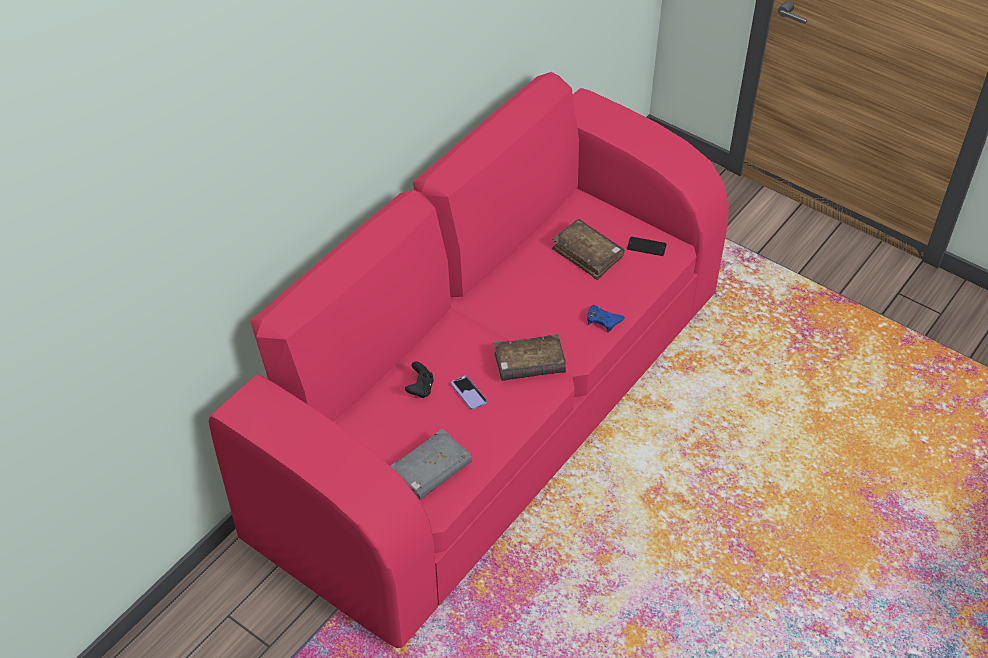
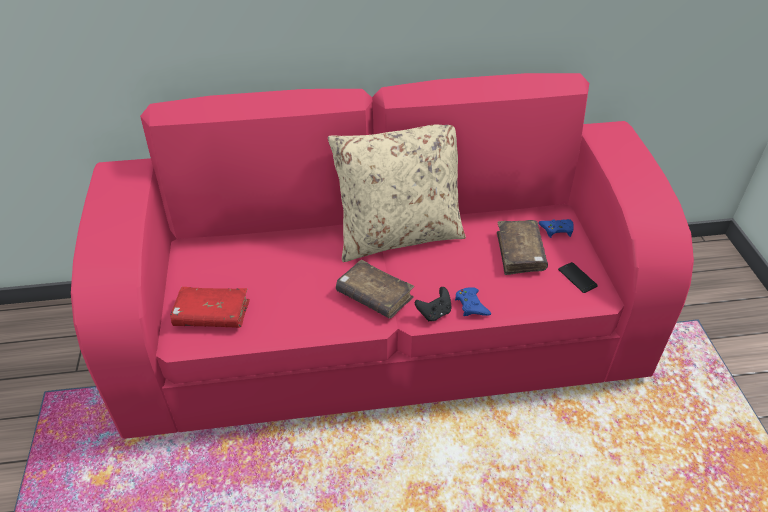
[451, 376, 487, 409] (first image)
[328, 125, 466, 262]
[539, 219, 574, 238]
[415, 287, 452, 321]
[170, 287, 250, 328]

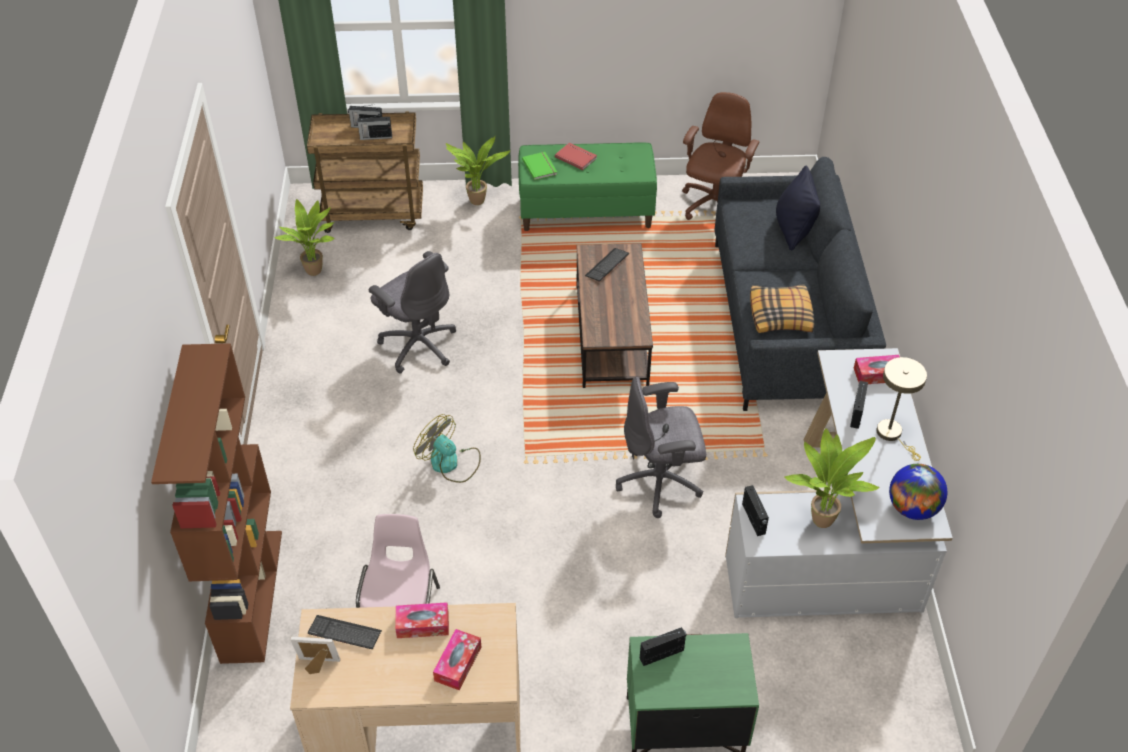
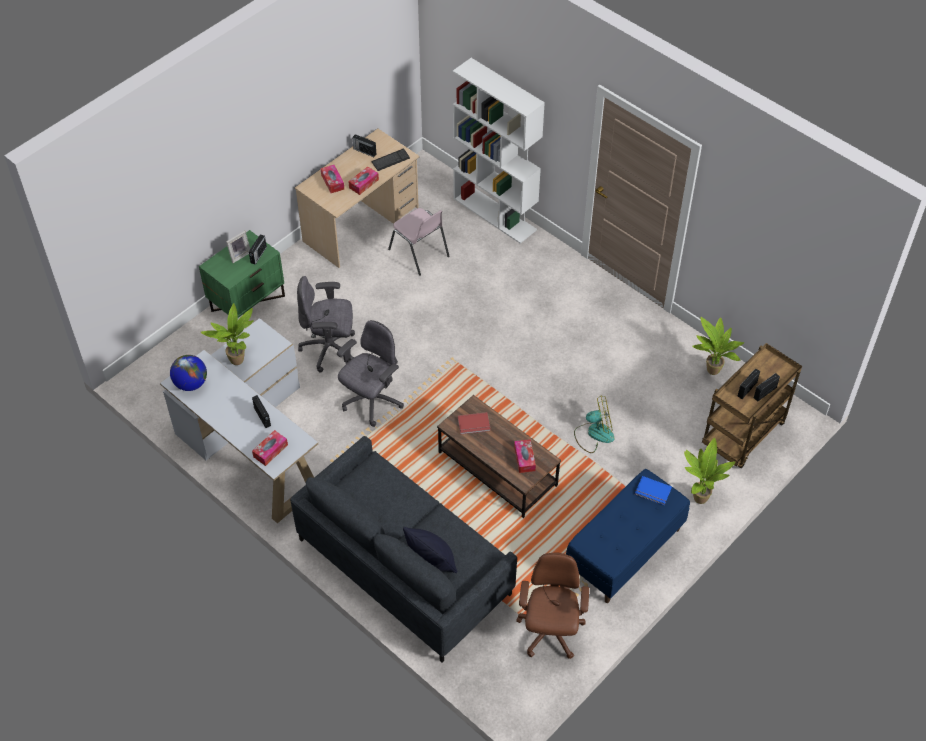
[750, 284, 814, 333] (first image)
[876, 357, 927, 461] (first image)
[226, 231, 250, 263]
[297, 276, 355, 372]
[574, 396, 615, 453]
[458, 412, 490, 434]
[352, 134, 376, 157]
[514, 439, 536, 473]
[453, 58, 545, 244]
[566, 469, 690, 603]
[635, 476, 672, 505]
[516, 553, 589, 659]

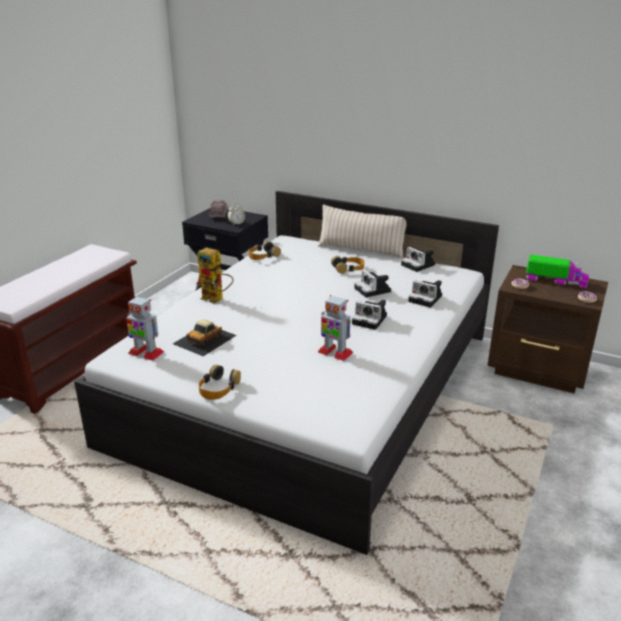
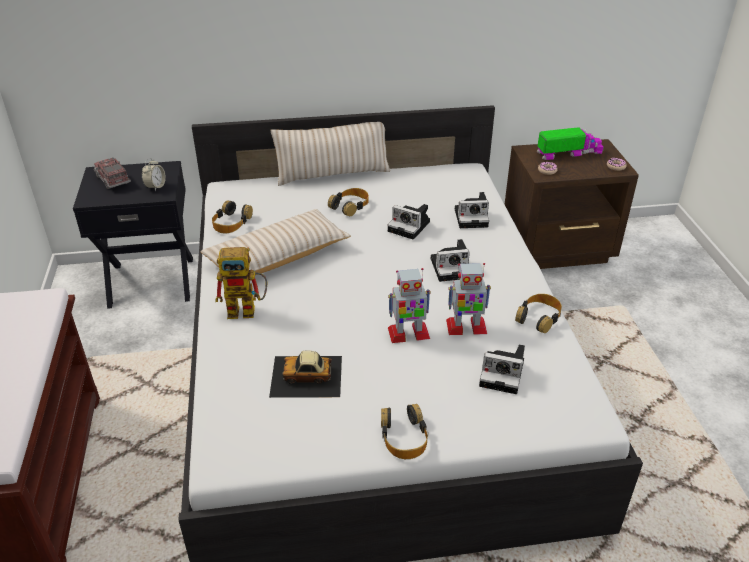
[200, 209, 351, 275]
[515, 294, 562, 333]
[388, 268, 431, 343]
[479, 344, 525, 394]
[269, 350, 342, 398]

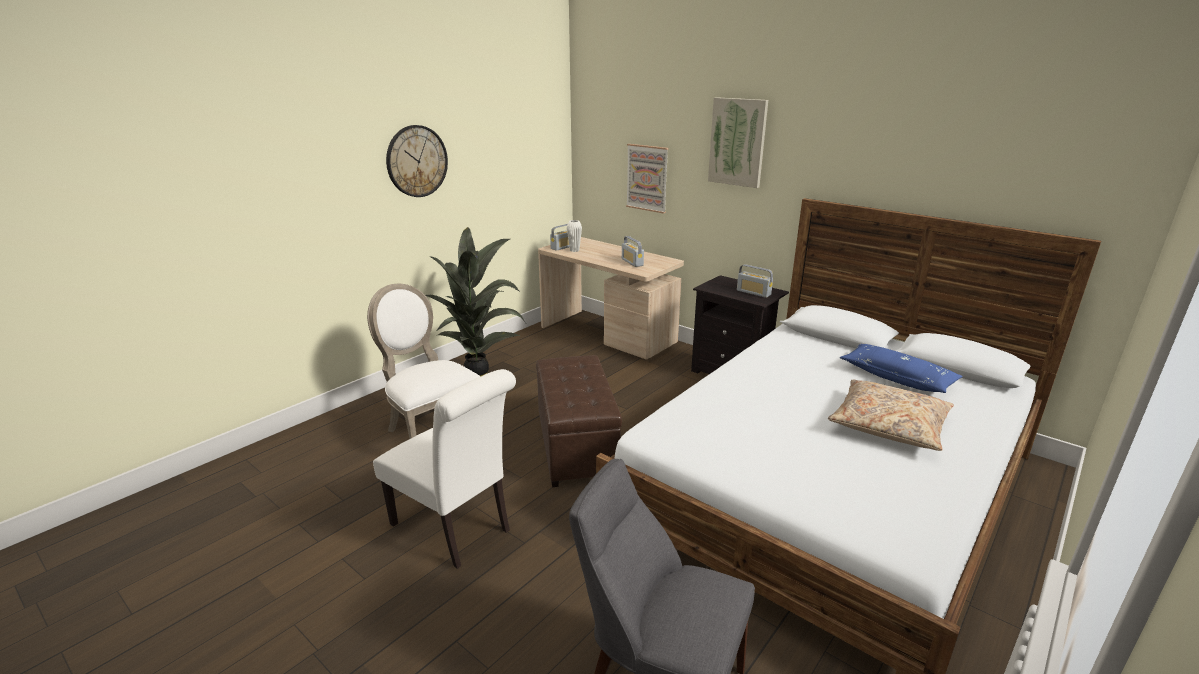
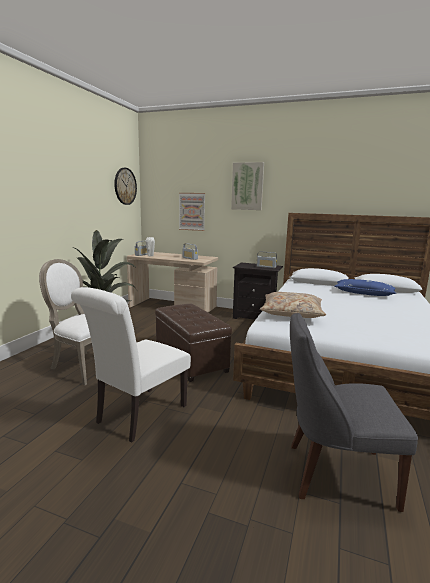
[114, 168, 137, 205]
[260, 292, 326, 318]
[71, 287, 191, 443]

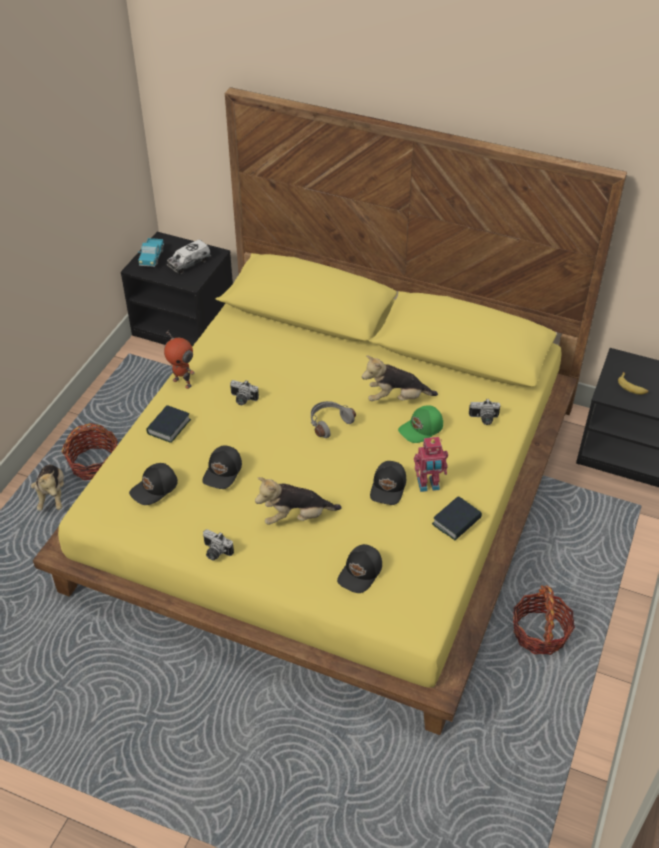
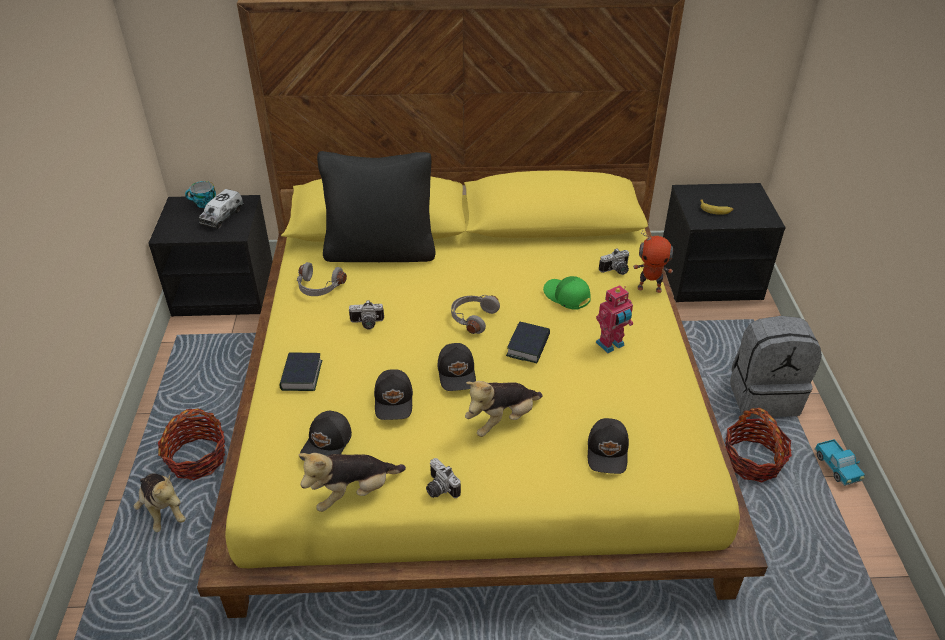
[185, 181, 216, 208]
[297, 262, 347, 296]
[317, 151, 436, 262]
[730, 316, 822, 418]
[815, 439, 865, 486]
[633, 231, 673, 293]
[298, 453, 406, 512]
[437, 343, 476, 391]
[506, 321, 550, 363]
[426, 458, 461, 498]
[543, 276, 591, 310]

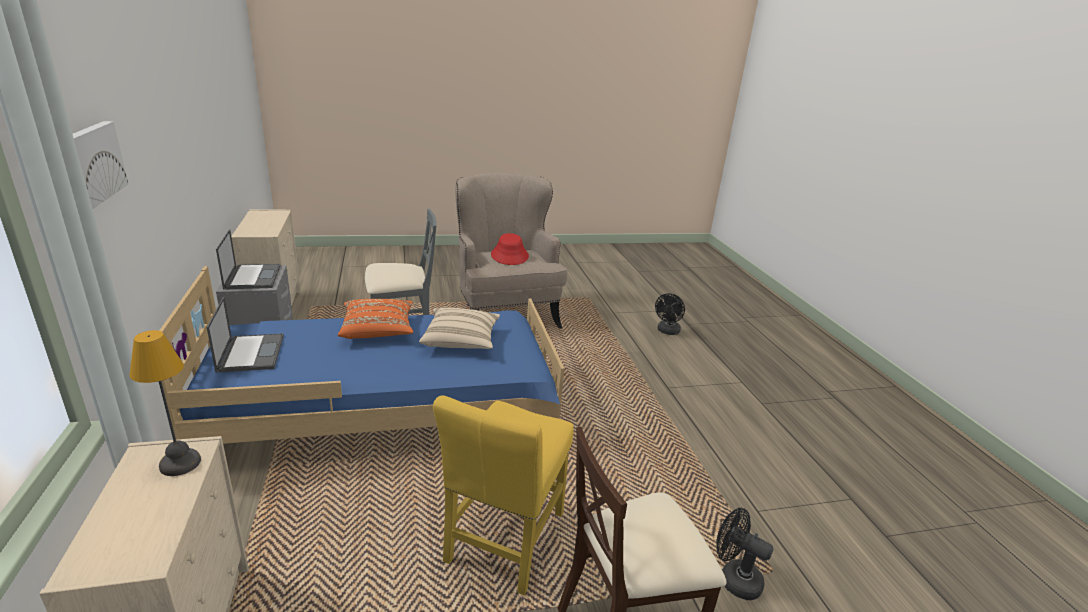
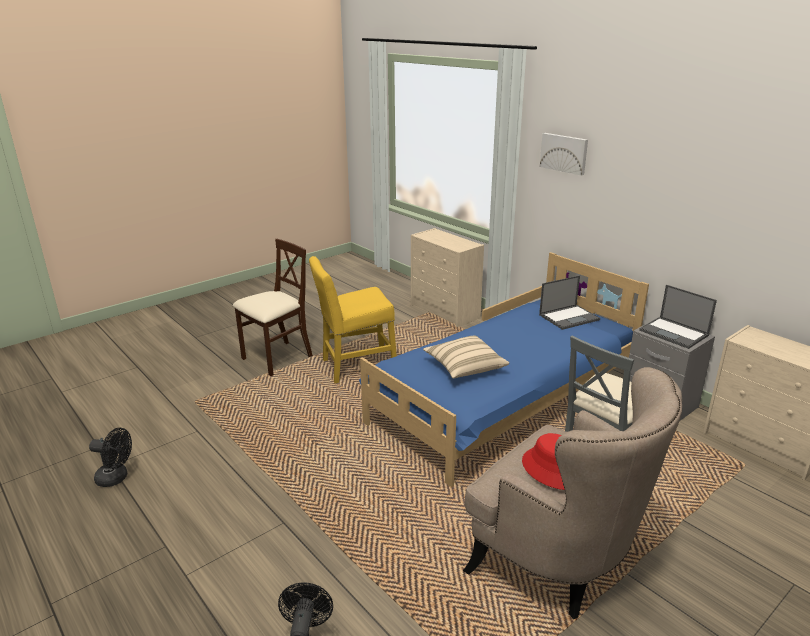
[129, 330, 201, 476] (first image)
[338, 299, 413, 339] (first image)
[89, 428, 132, 487]
[539, 275, 600, 330]
[309, 256, 397, 383]

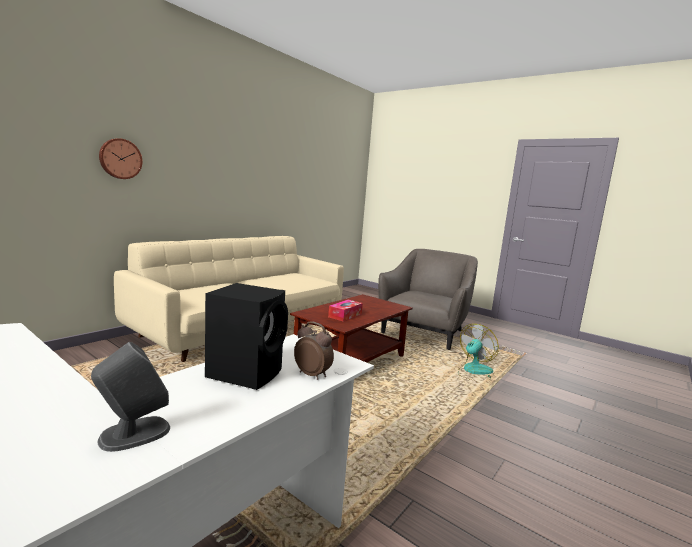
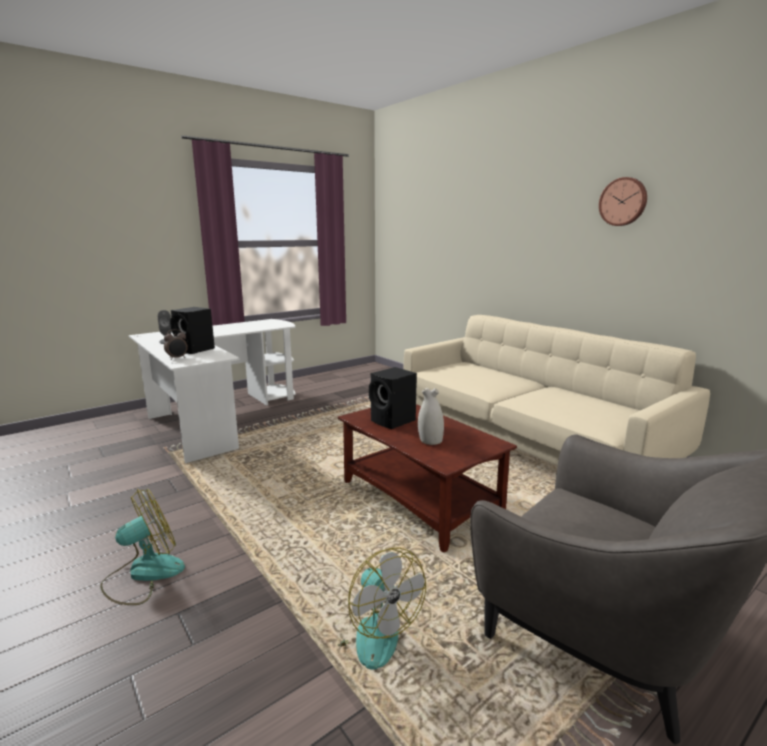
[100, 489, 185, 605]
[418, 387, 444, 445]
[599, 177, 647, 226]
[369, 367, 417, 429]

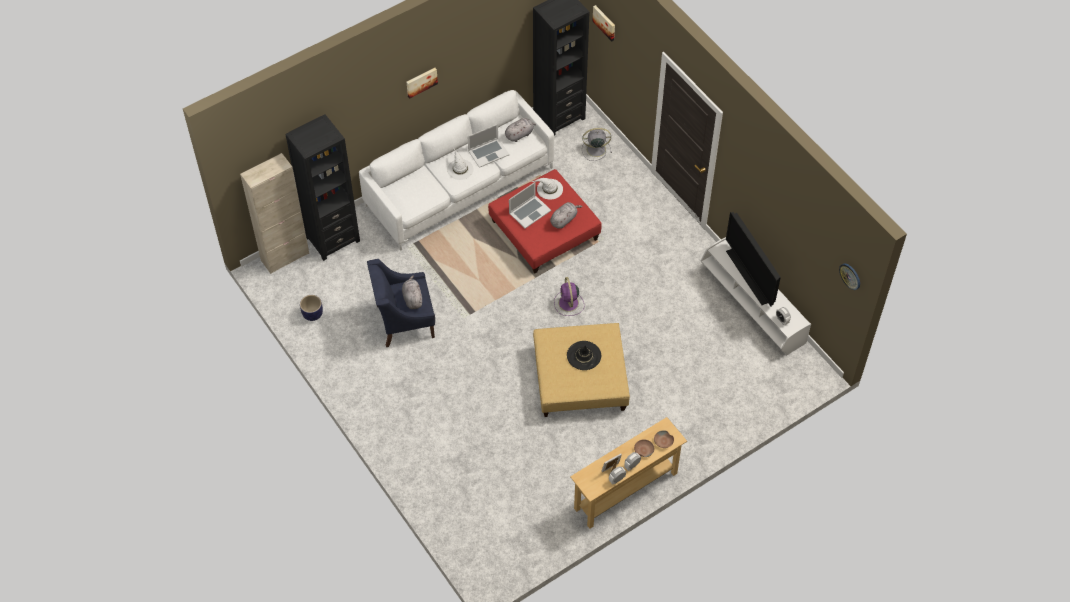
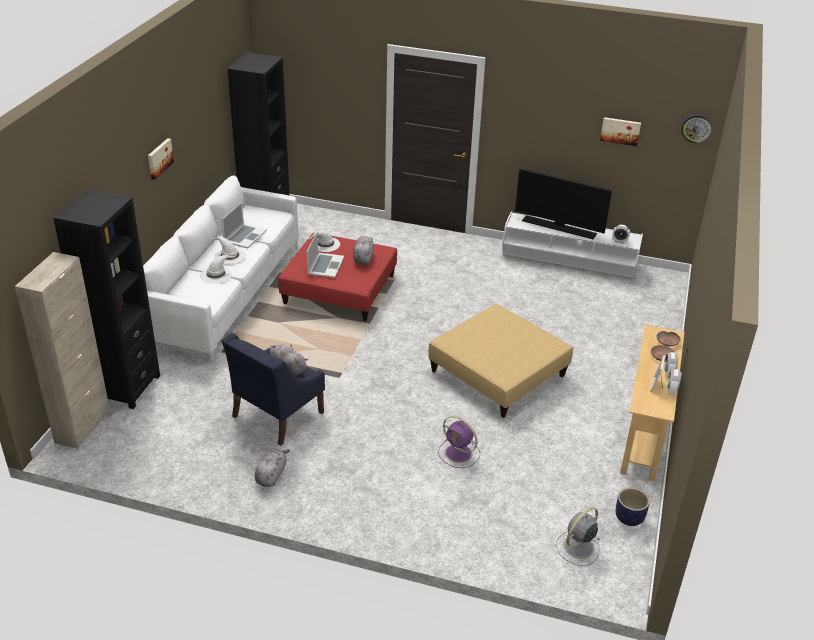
[567, 341, 601, 370] (first image)
[200, 255, 235, 284]
[616, 488, 650, 526]
[255, 448, 290, 487]
[438, 416, 480, 468]
[556, 507, 601, 566]
[600, 117, 641, 146]

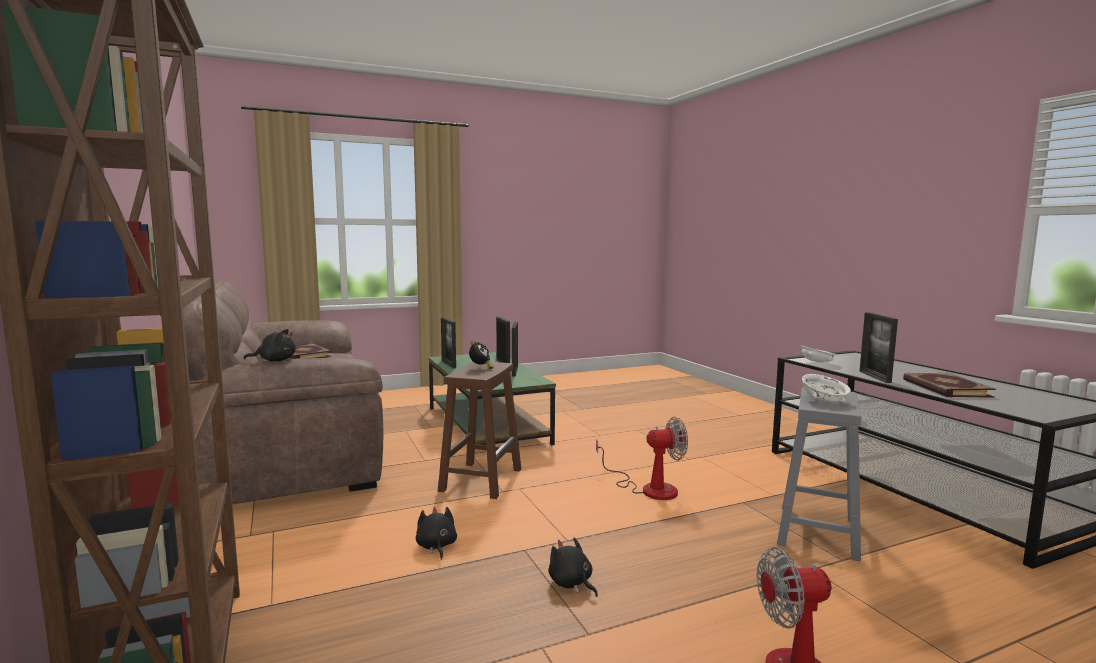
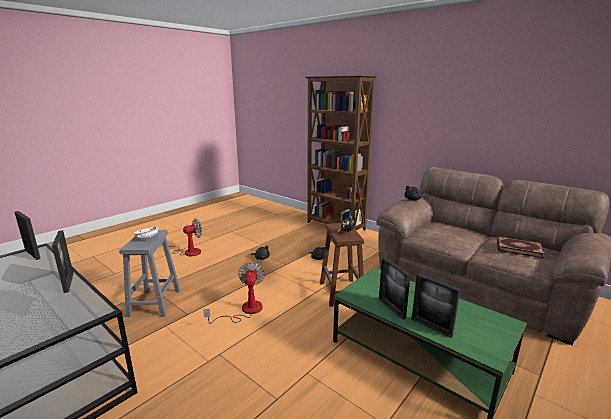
[801, 346, 836, 363] (first image)
[903, 373, 996, 398] (first image)
[15, 211, 41, 260]
[203, 262, 265, 324]

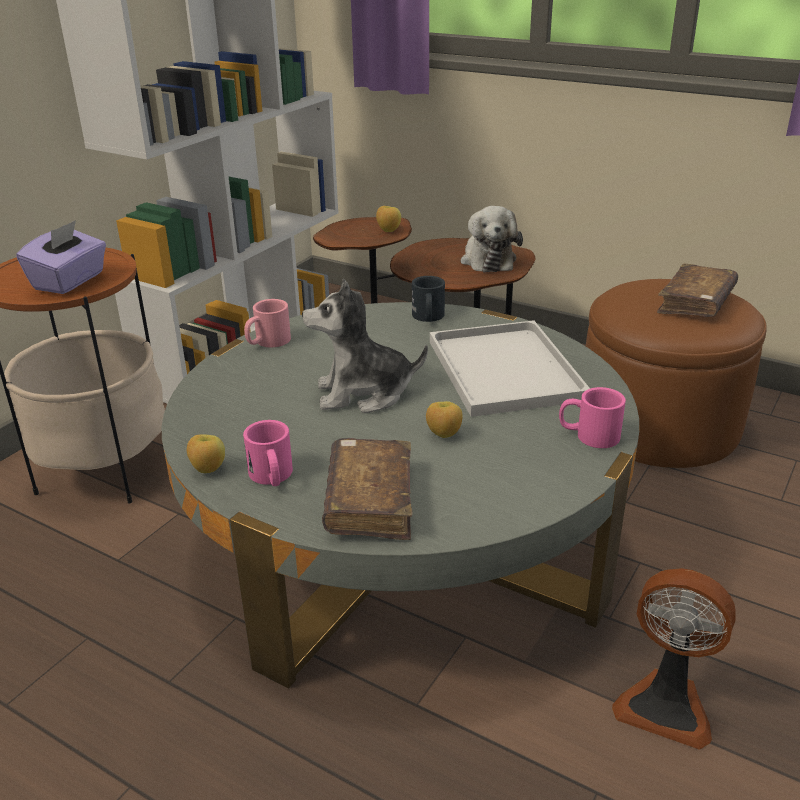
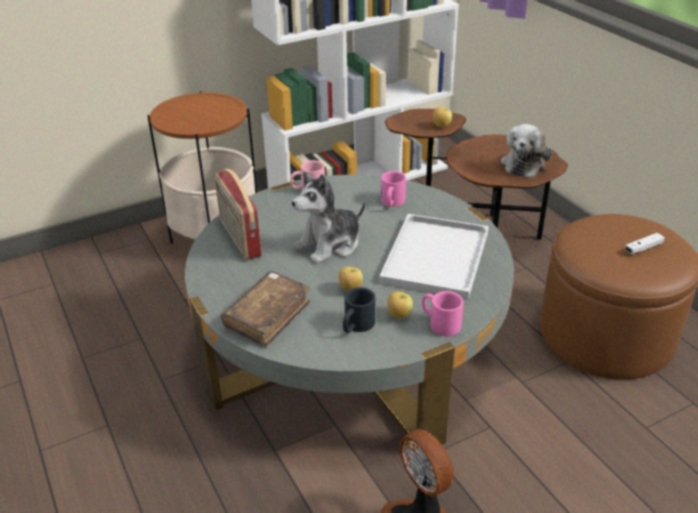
[16, 220, 106, 294] (first image)
[214, 169, 262, 260]
[387, 291, 413, 319]
[381, 171, 406, 207]
[343, 287, 375, 333]
[625, 233, 665, 254]
[292, 172, 366, 264]

